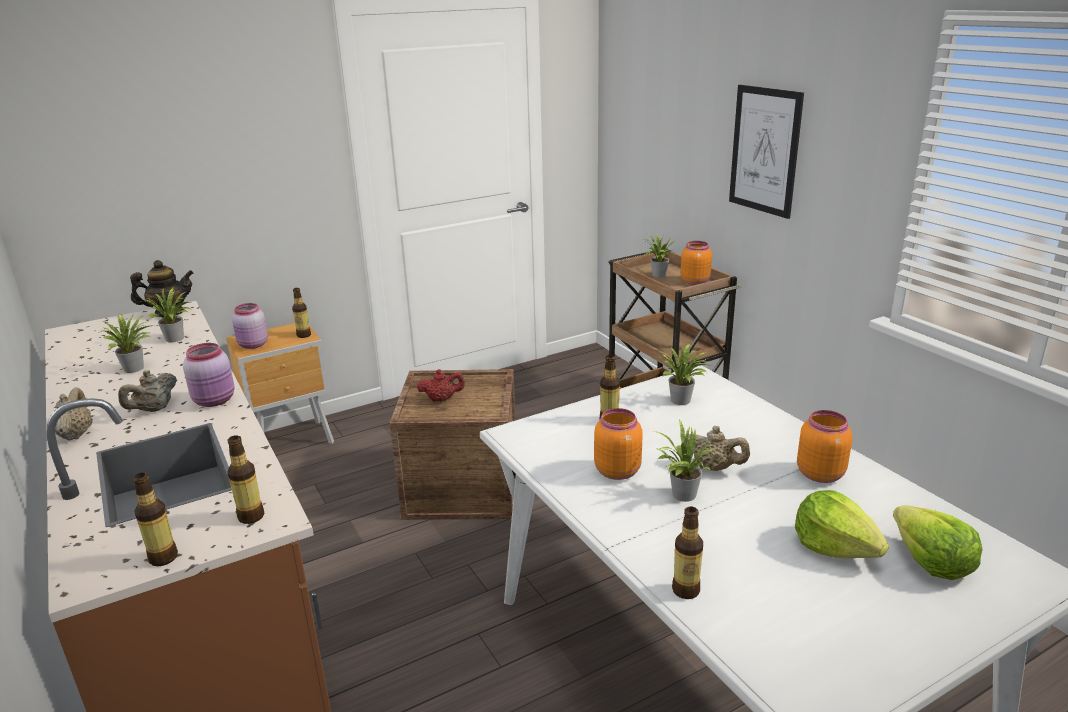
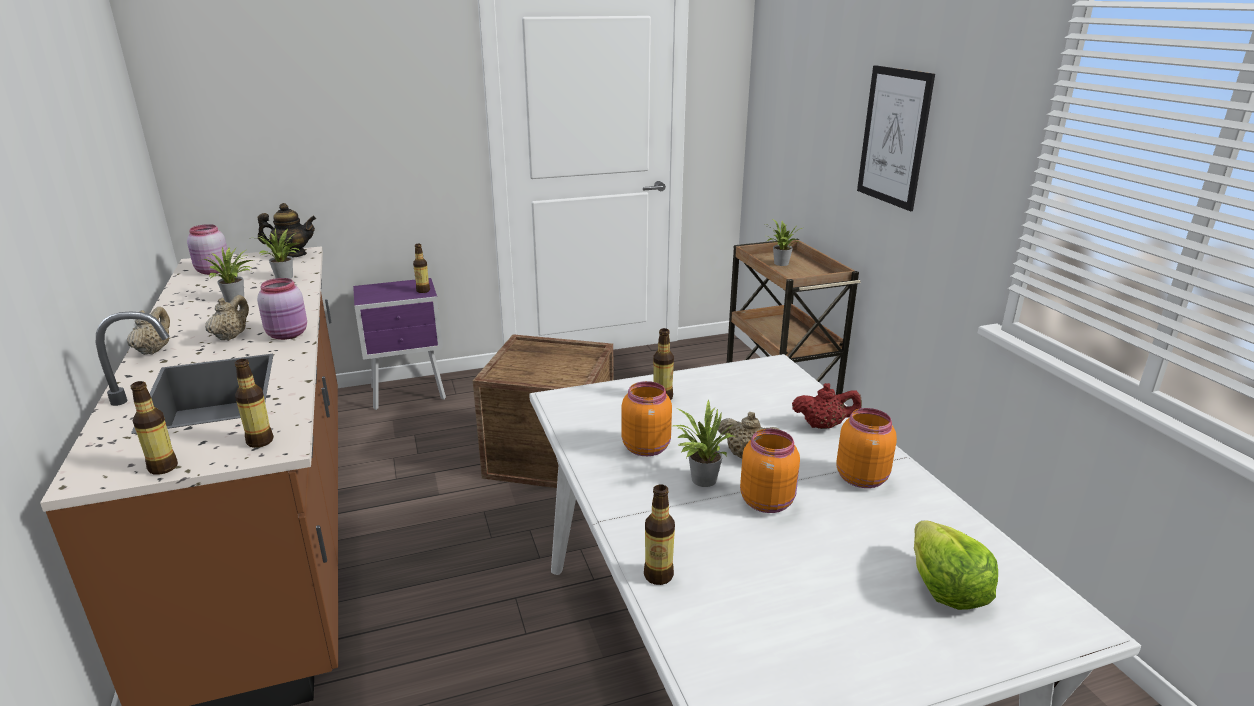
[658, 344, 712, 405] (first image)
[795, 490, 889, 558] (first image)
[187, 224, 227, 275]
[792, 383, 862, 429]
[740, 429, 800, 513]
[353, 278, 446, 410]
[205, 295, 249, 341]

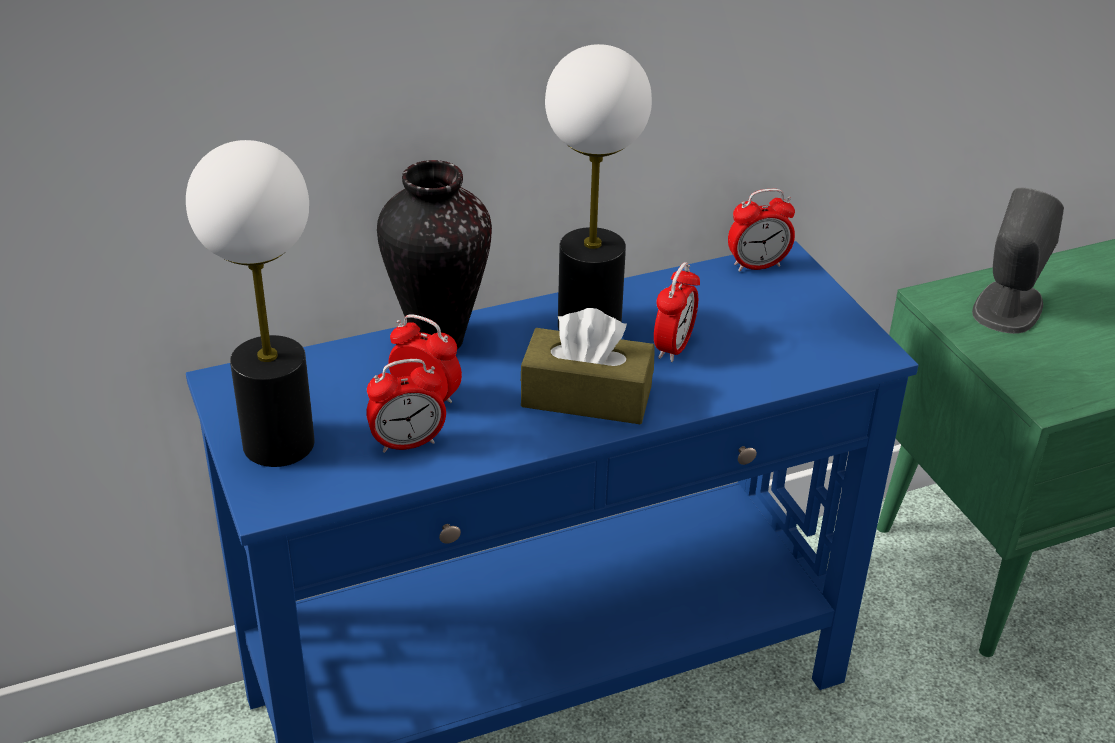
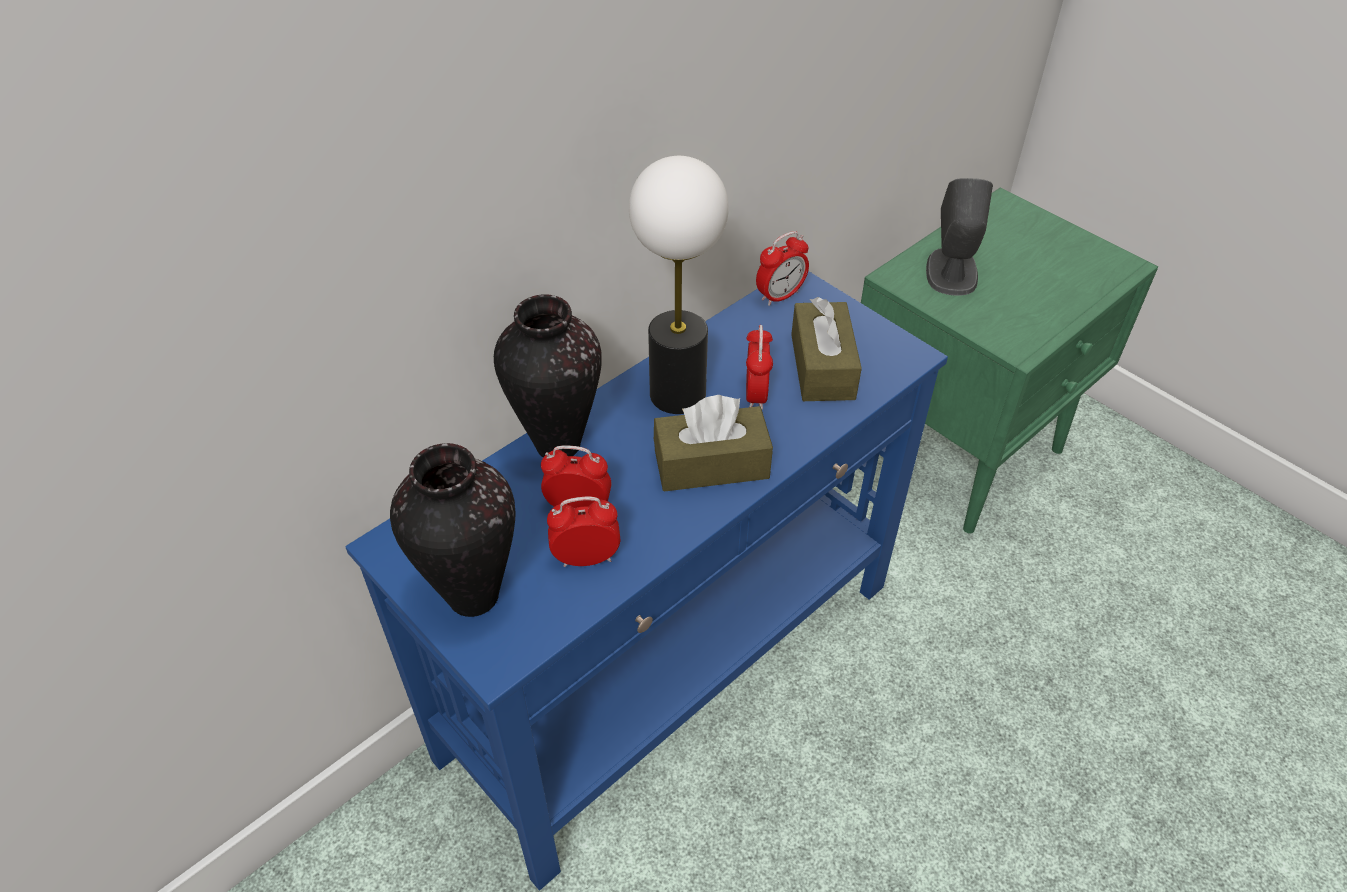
[791, 297, 862, 401]
[390, 443, 516, 617]
[547, 496, 620, 567]

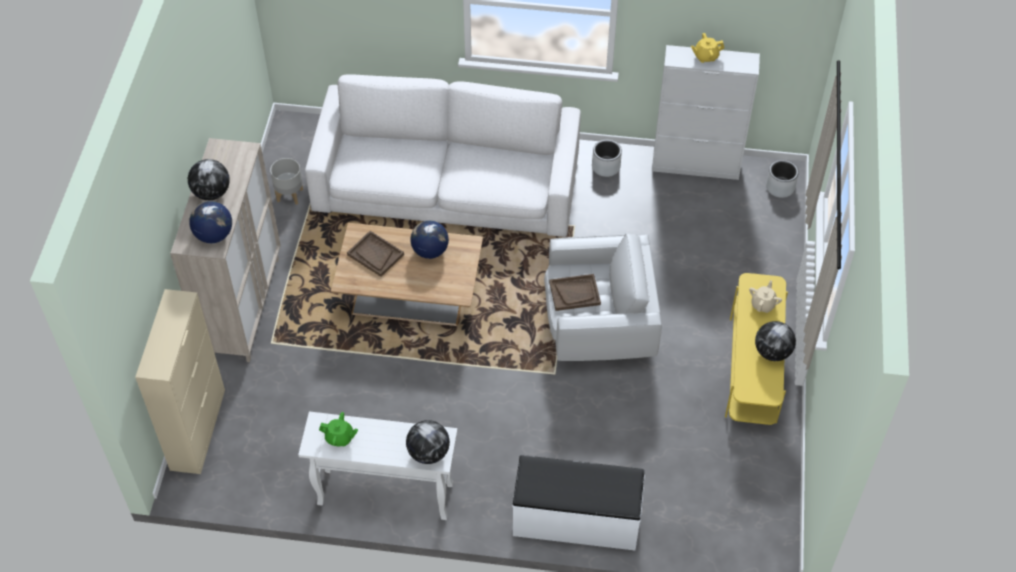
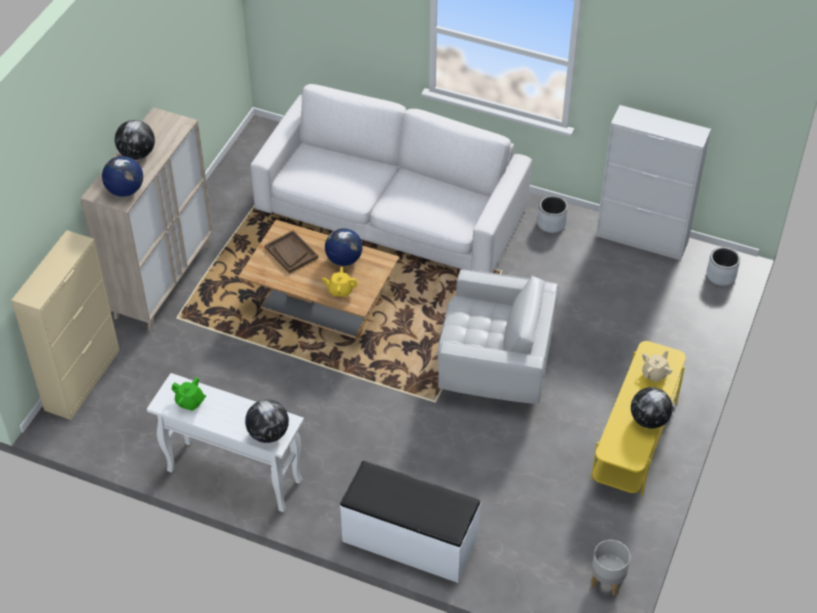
[549, 274, 601, 311] (first image)
[591, 540, 630, 596]
[322, 267, 358, 297]

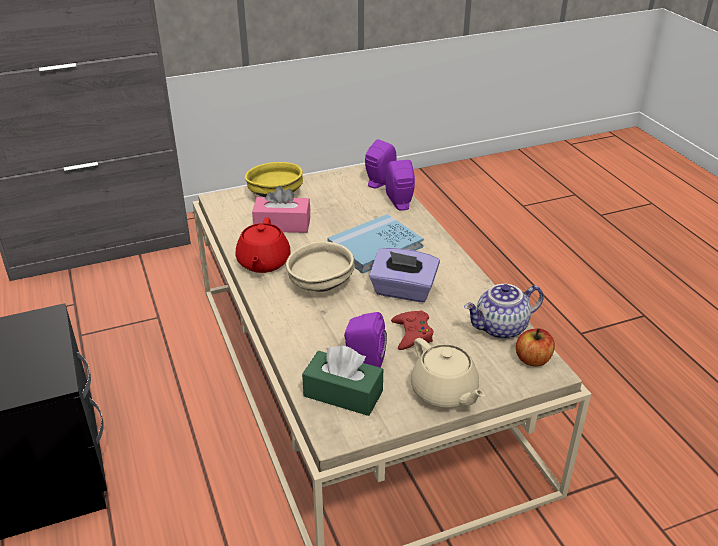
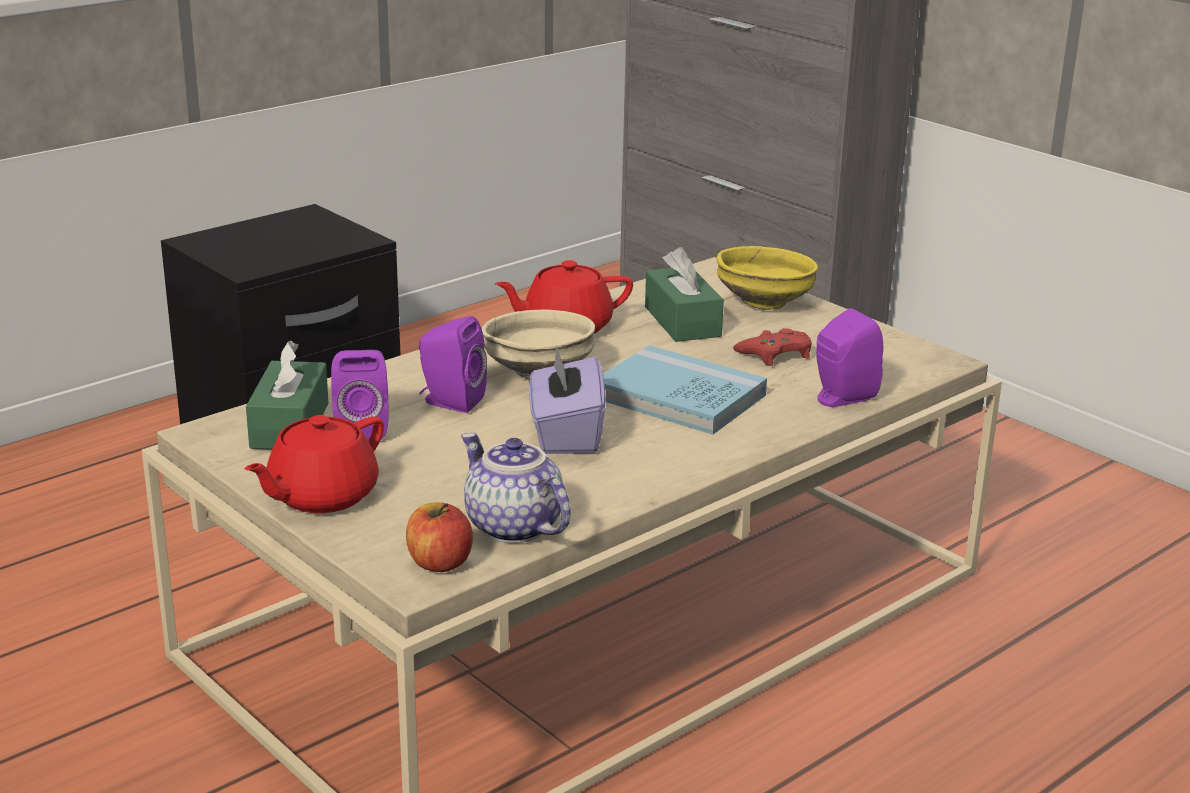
[419, 316, 487, 413]
[733, 328, 812, 366]
[645, 247, 724, 342]
[244, 415, 384, 513]

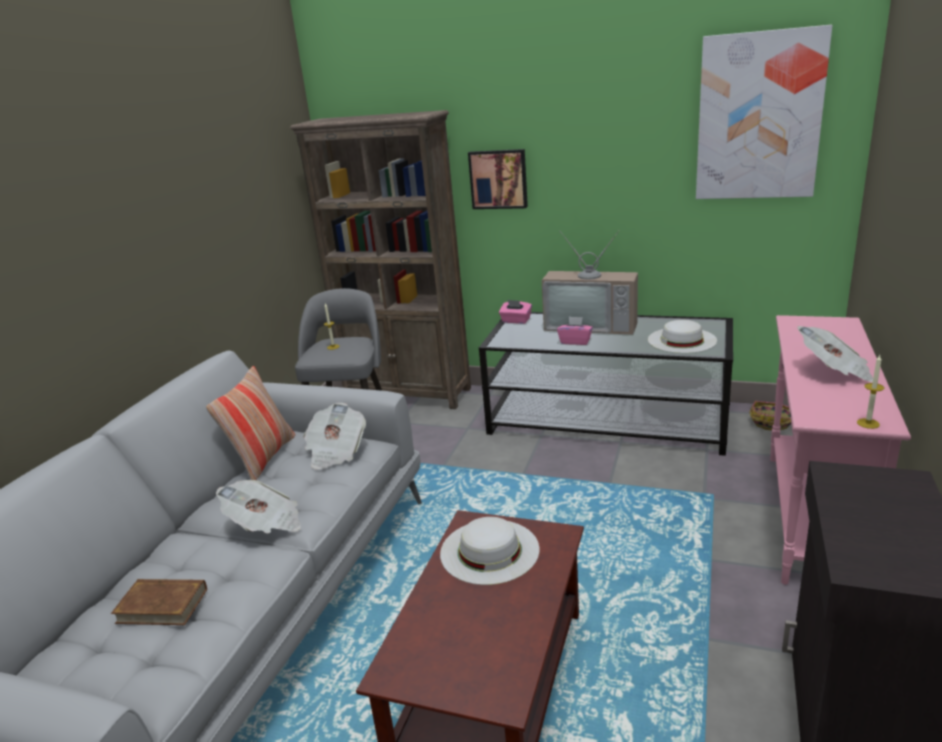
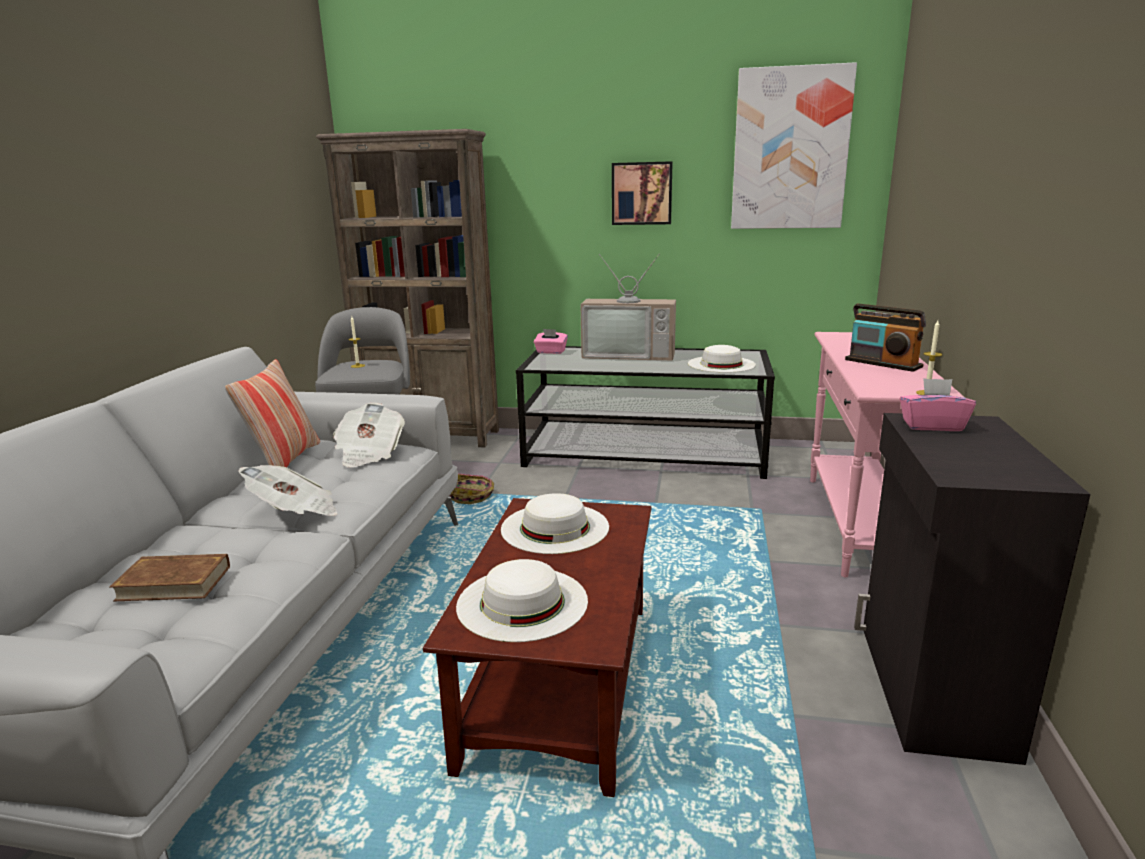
[456, 559, 588, 642]
[612, 161, 673, 225]
[900, 378, 976, 431]
[449, 473, 494, 504]
[845, 303, 926, 372]

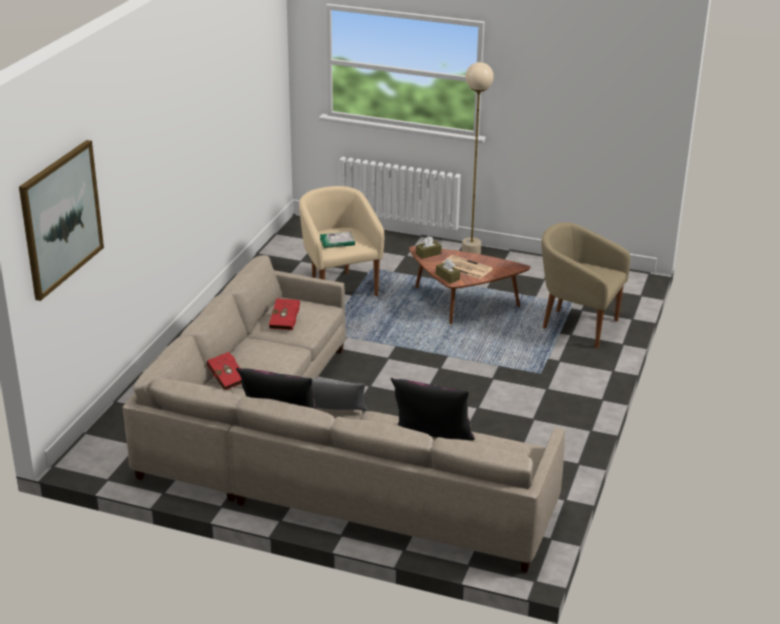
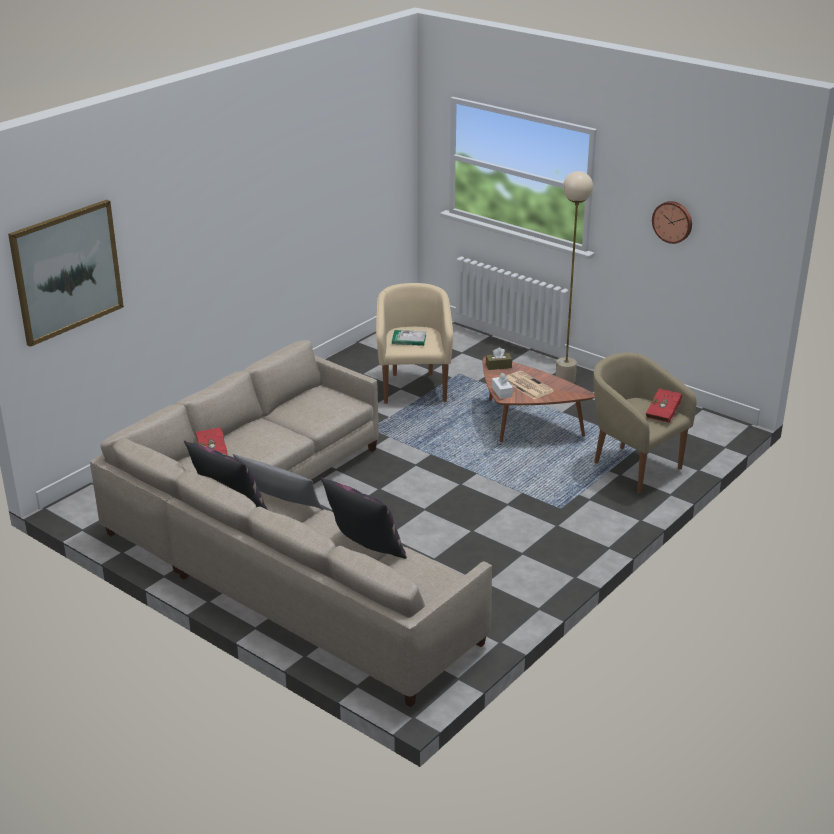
[652, 201, 692, 244]
[646, 389, 682, 423]
[492, 373, 513, 399]

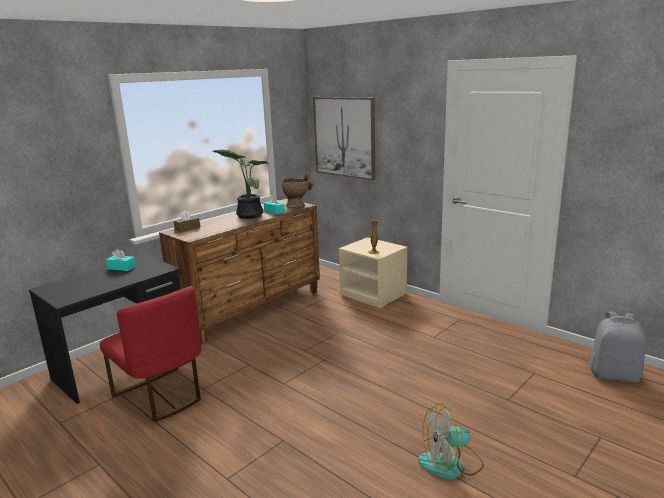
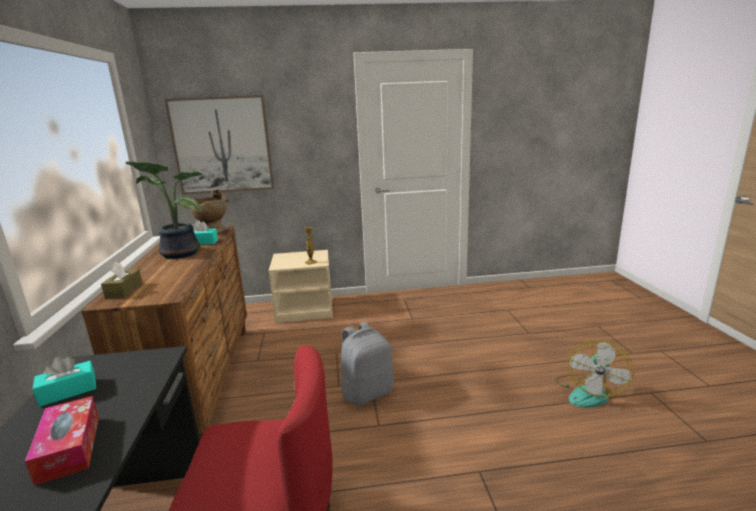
[25, 396, 99, 486]
[341, 322, 393, 406]

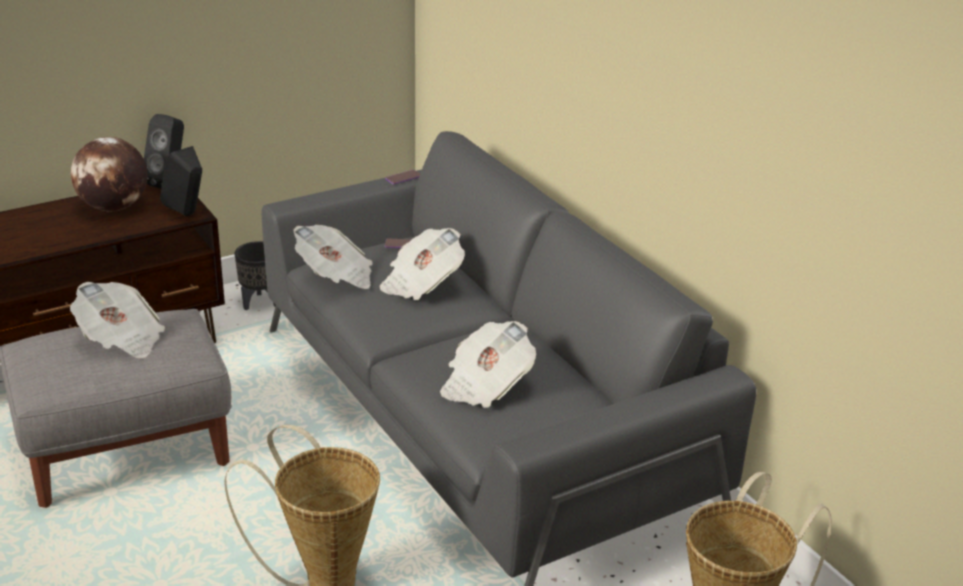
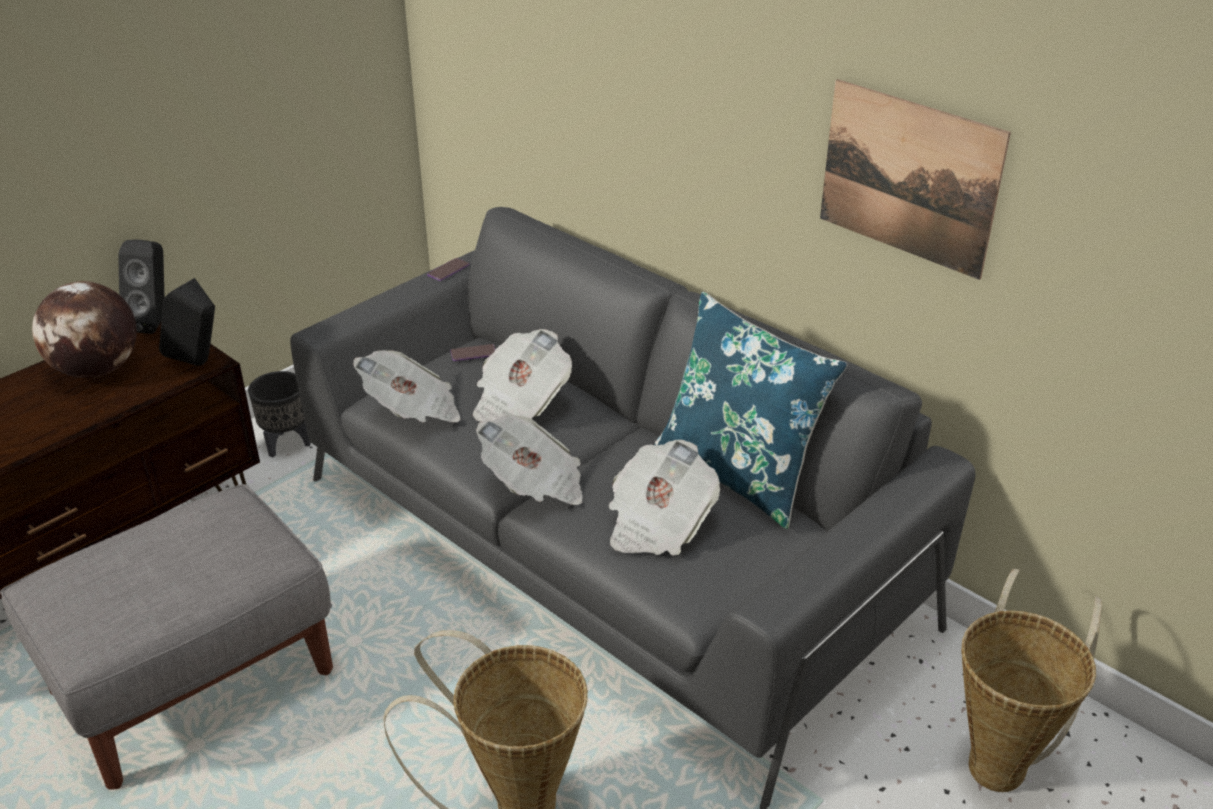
[654, 292, 847, 529]
[820, 79, 1011, 280]
[476, 415, 582, 505]

